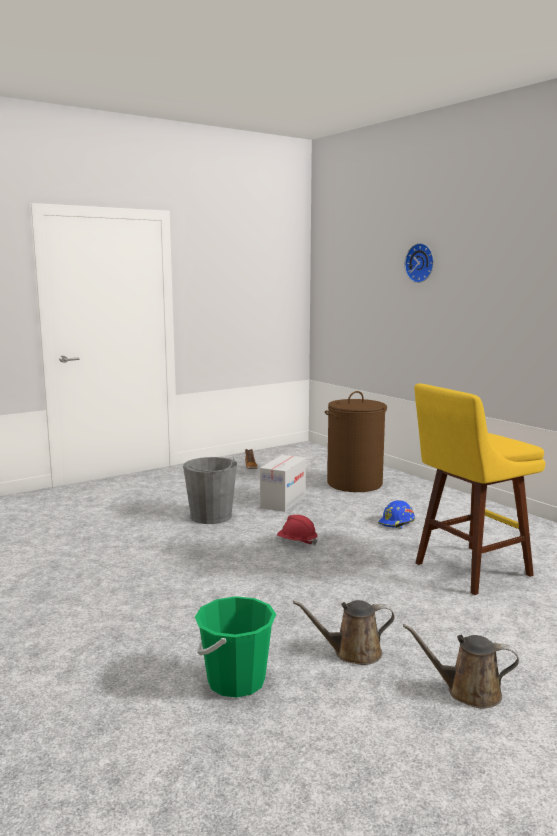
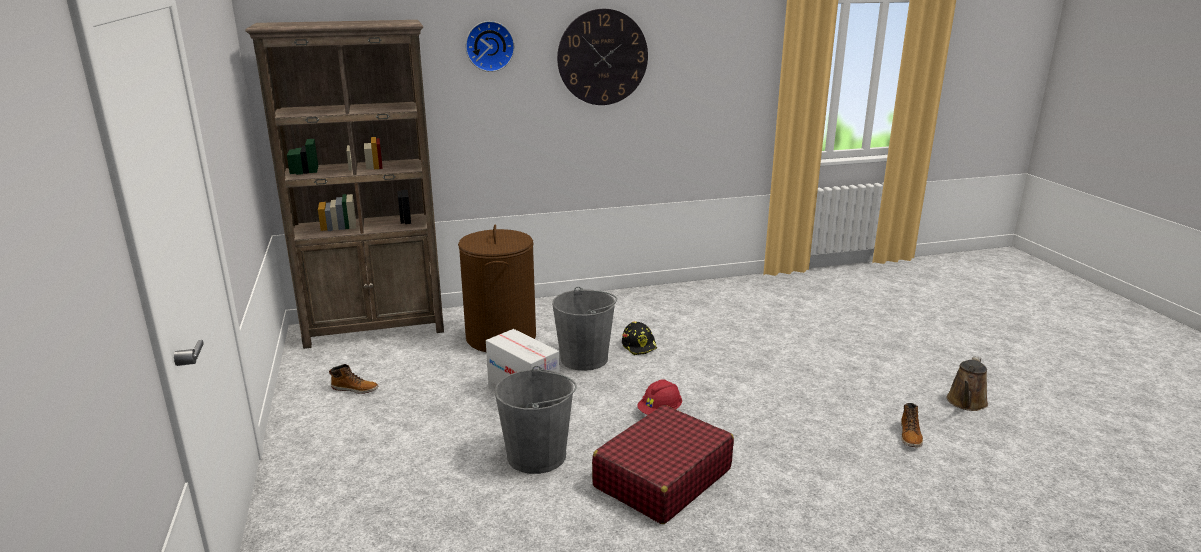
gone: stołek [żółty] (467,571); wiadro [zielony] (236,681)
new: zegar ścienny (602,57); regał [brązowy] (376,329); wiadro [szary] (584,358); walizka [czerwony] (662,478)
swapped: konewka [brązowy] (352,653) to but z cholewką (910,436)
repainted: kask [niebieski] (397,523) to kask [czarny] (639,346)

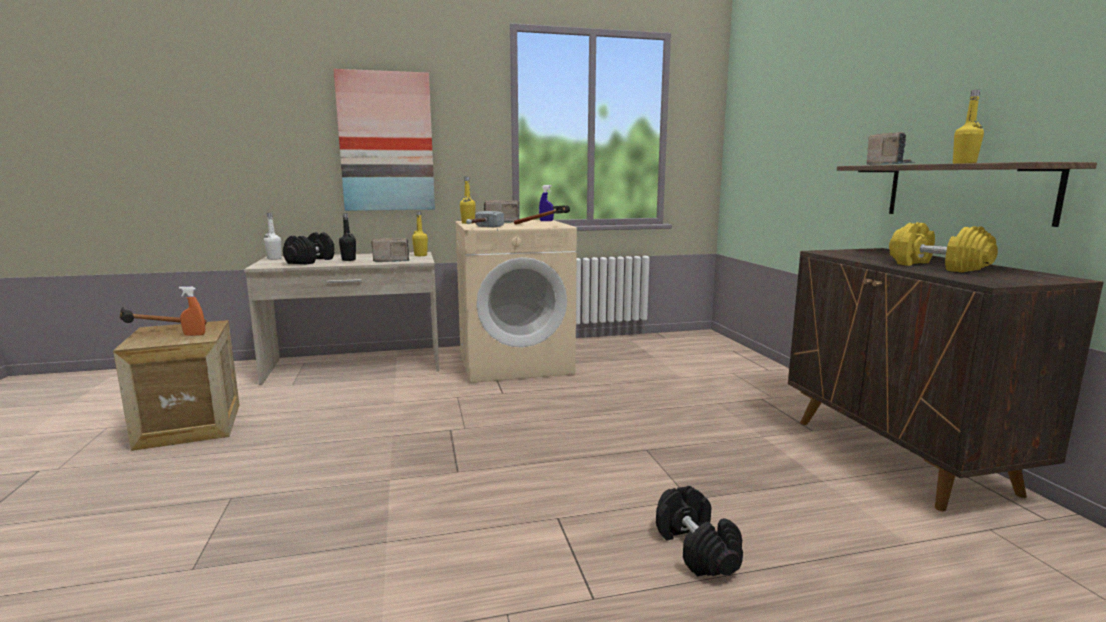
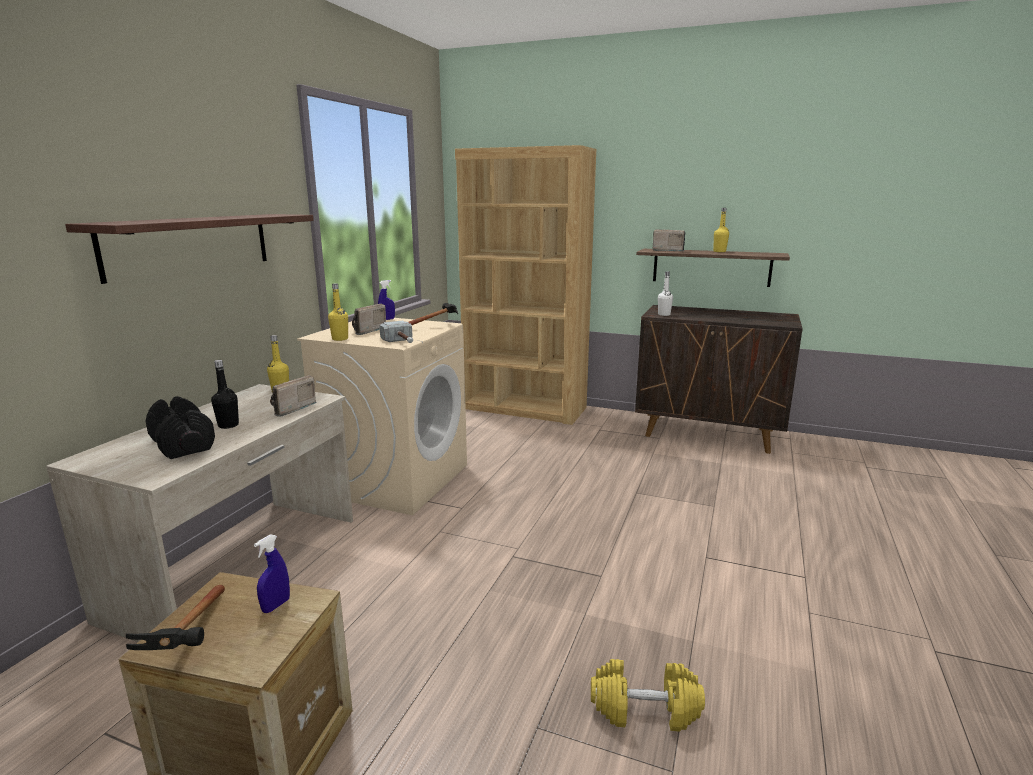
gone: hantel [czarny] (697,549)
new: regał [brązowy] (525,408)
shifted: butelka [biały] (274,259) to (664,314); hantel [żółty] (936,266) to (644,710)
swapped: obraz (386,142) to półka (190,244)
repainted: spryskiwacz [pomarańczowy] (194,335) to spryskiwacz [niebieski] (276,605)

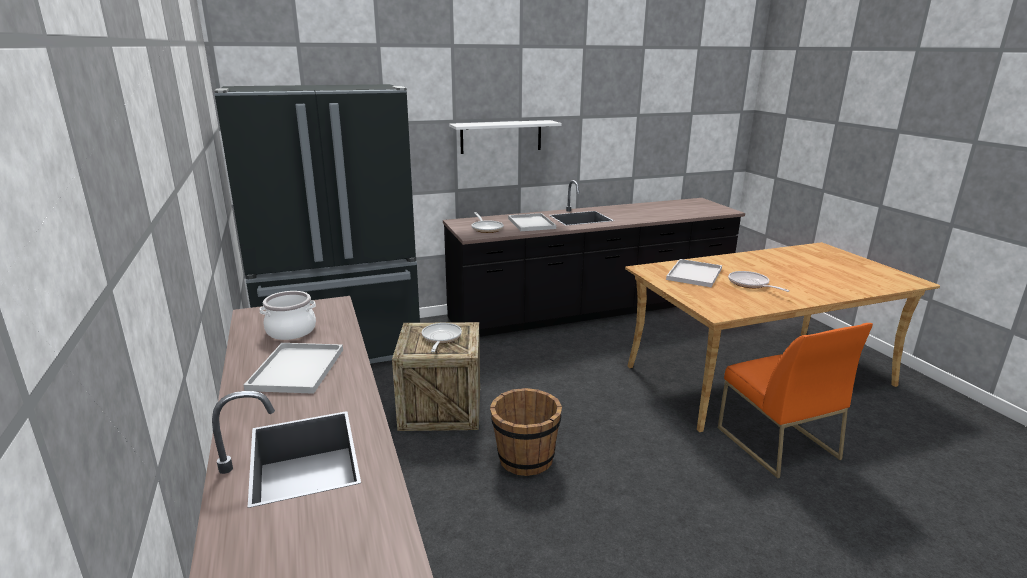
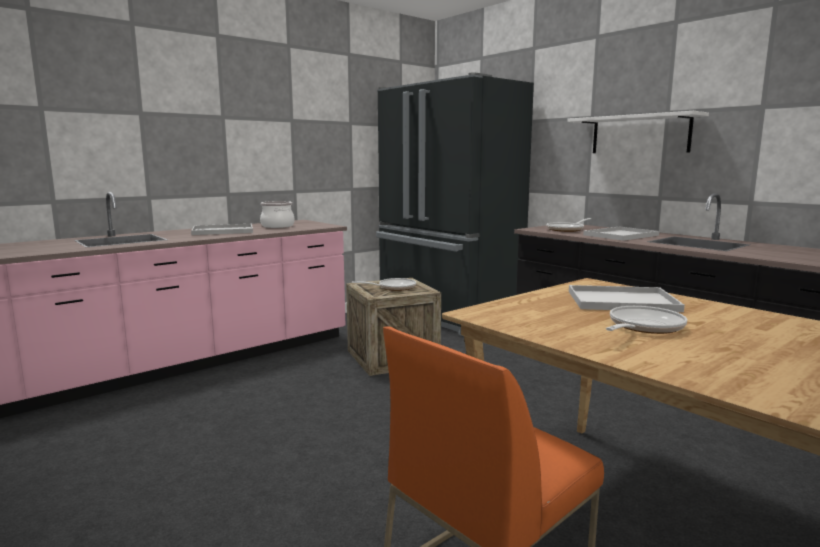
gone: wiadro [brązowy] (525,459)

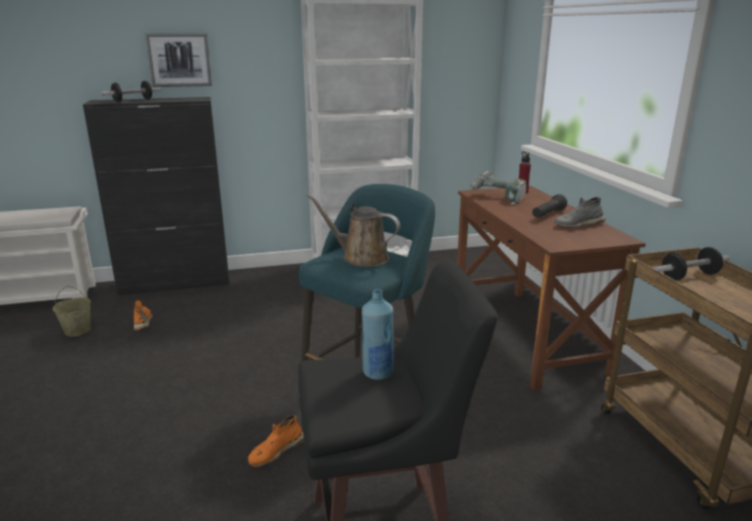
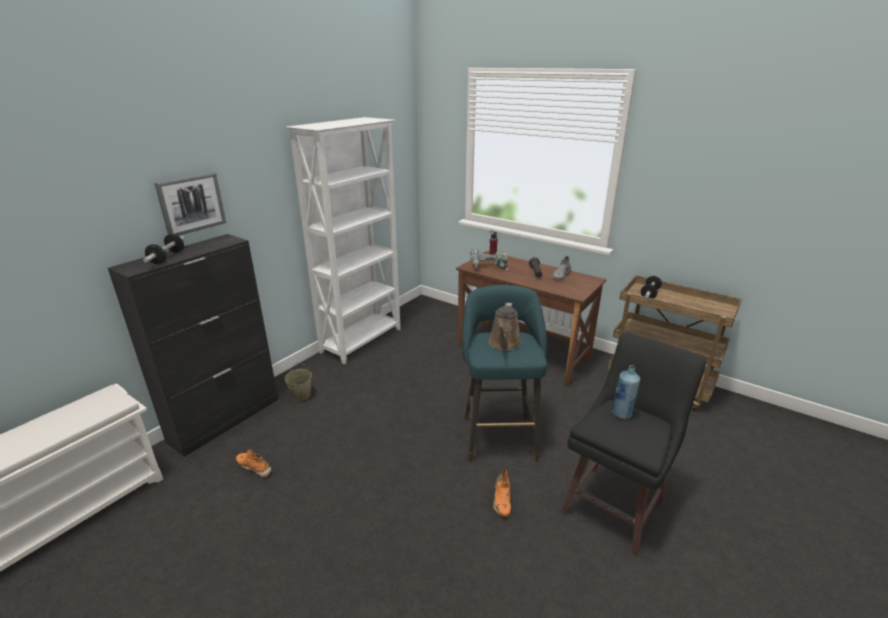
shifted: wiadro [beżowy] (78,330) to (301,395)
rotated: konewka [brązowy] (361,258) = (504,344) 60 degrees counterclockwise

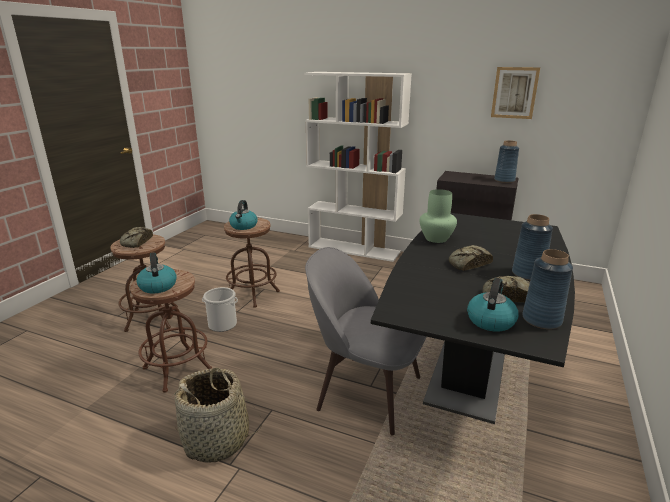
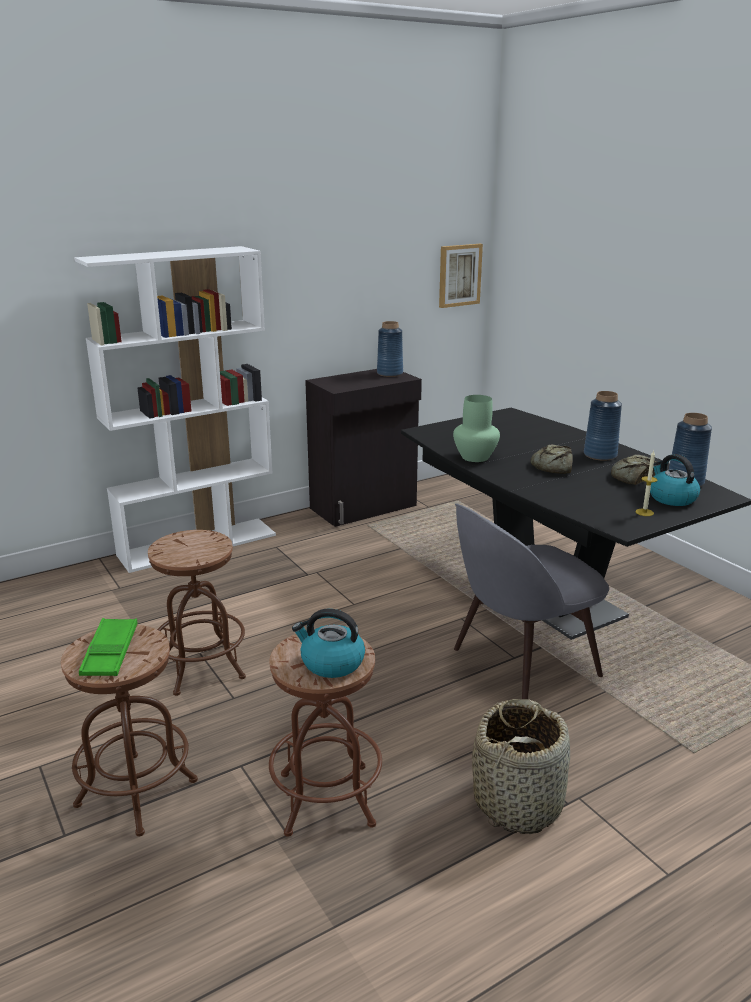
gone: czajnik (243,226); wiadro (223,324)
new: świeca (644,512)
shifted: obraz (514,92) to (459,275)
swapped: chleb (136,242) to taca [zielony] (110,652)

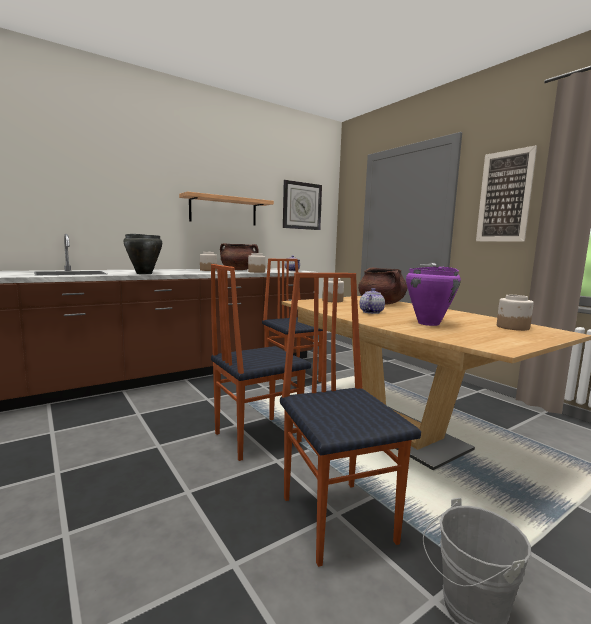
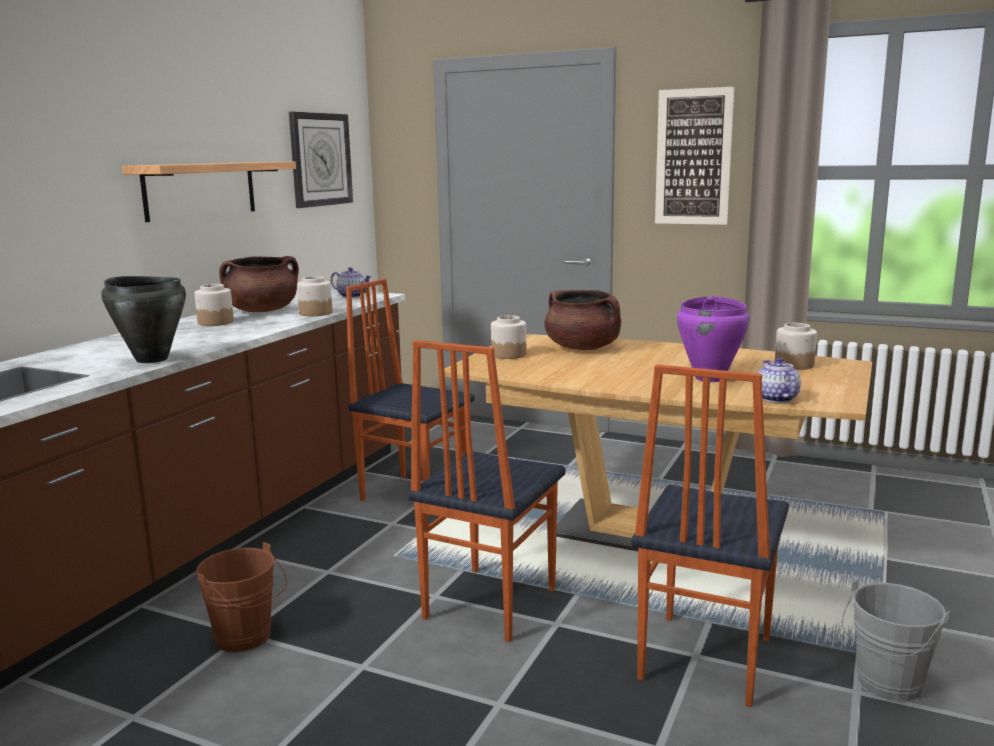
new: wiadro [brązowy] (247,639)
shifted: imbryk (371,312) to (775,398)
rotated: krzesło (338,518) = (702,658) 105 degrees counterclockwise

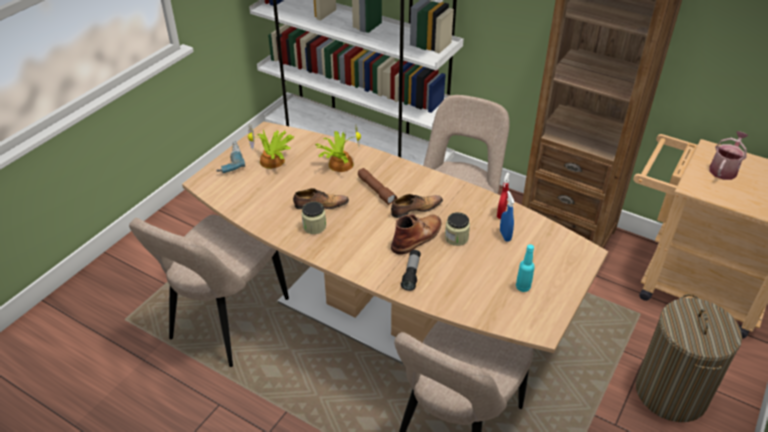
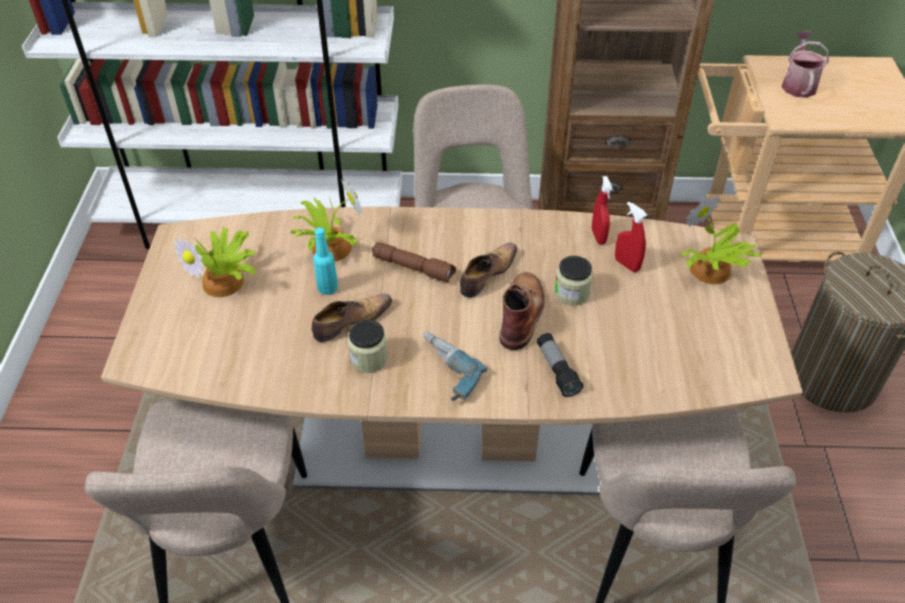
new: roślina doniczkowa (710,271)
shifted: wiertarka (229,161) to (443,371); butelka [turkusowy] (522,287) to (327,288)
repainted: spryskiwacz [niebieski] (505,235) to spryskiwacz [czerwony] (627,264)

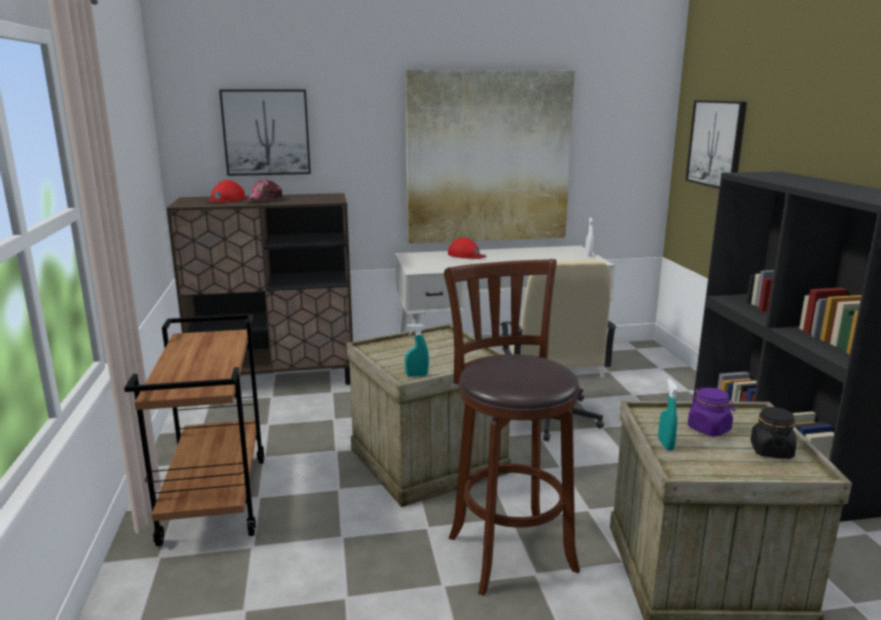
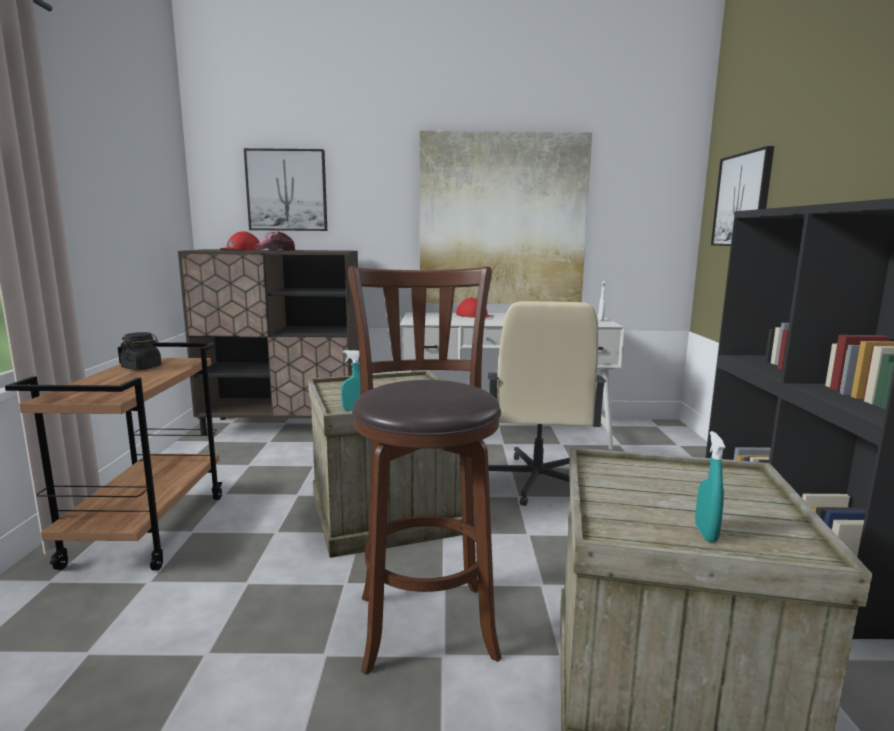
gone: słoik [fioletowy] (709,429)
shifted: spryskiwacz [turkusowy] (665,445) to (706,533); słoik [czarny] (771,451) to (142,367)

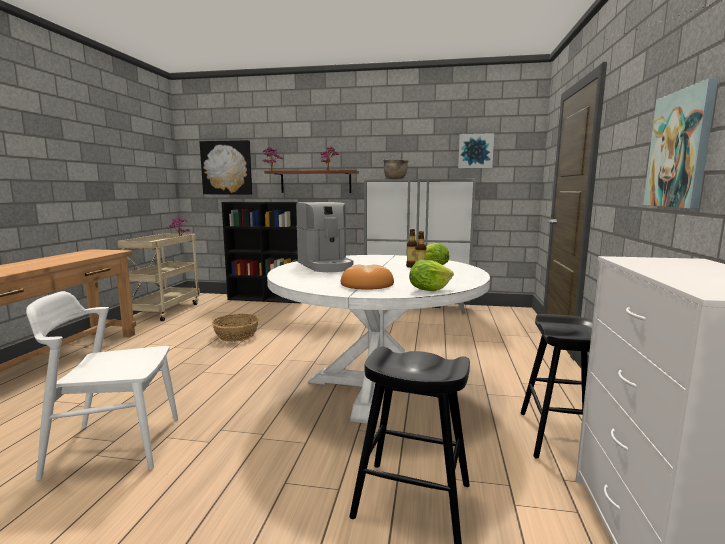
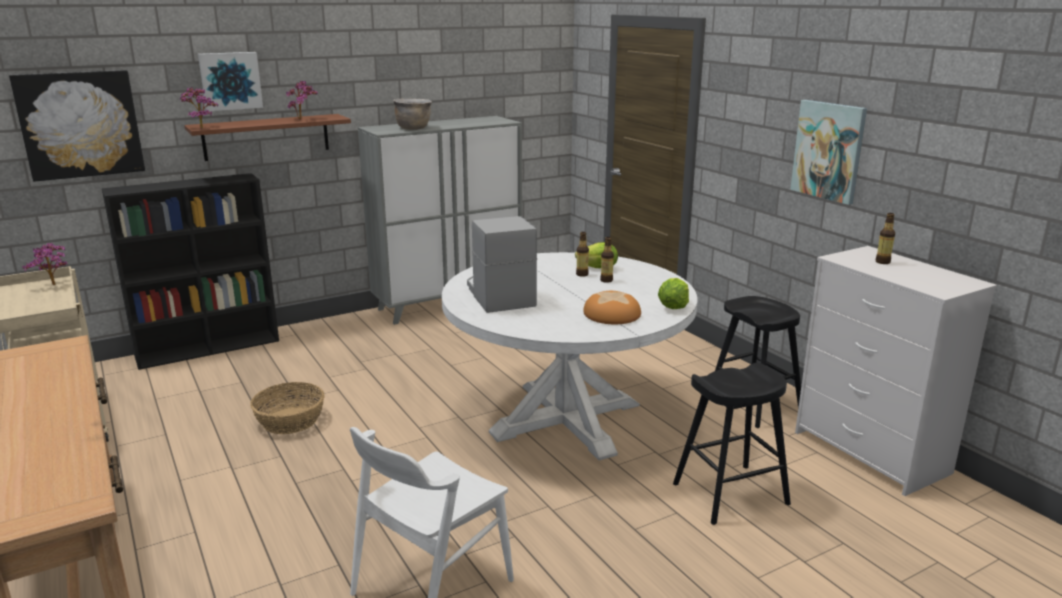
new: butelka (882,262)
shifted: obraz (475,151) to (230,81)
rotated: ekspres do kawy (326,266) = (499,296) 135 degrees counterclockwise

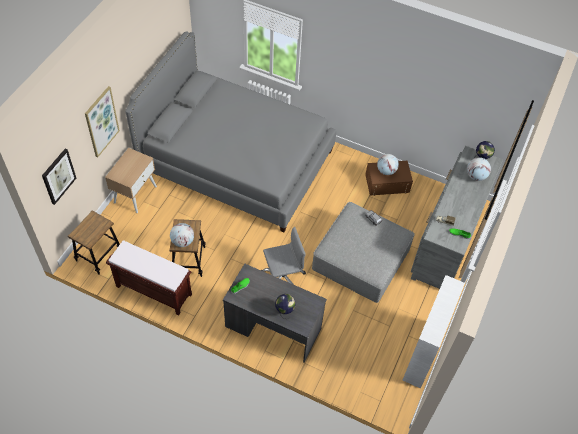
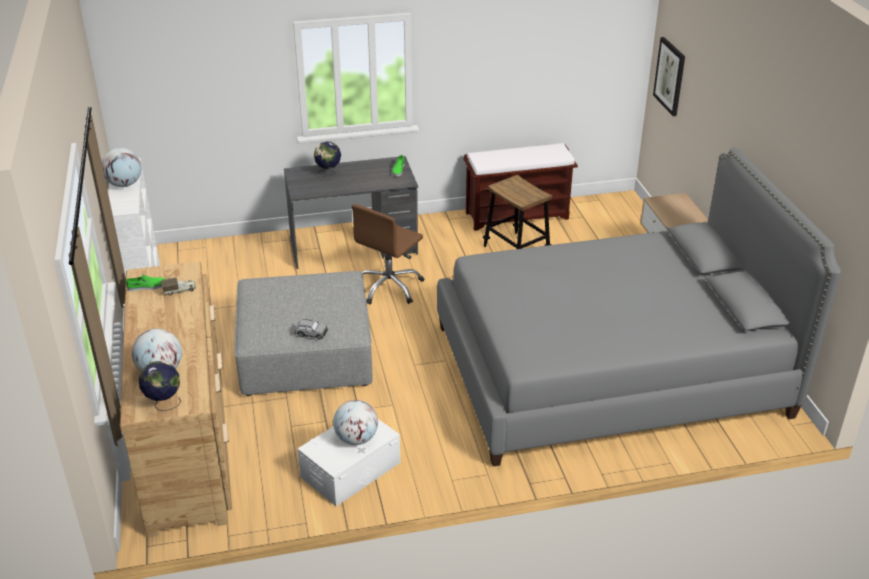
gone: obraz (101,122); stołek (99,255)
shifted: globus (182,241) to (124,184)
repainted: komoda [szary] (447,239) to komoda [brązowy] (186,442); pojemnik do przechowywania [brązowy] (387,183) to pojemnik do przechowywania [biały] (350,470); krzesło biurowe [szary] (282,278) to krzesło biurowe [brązowy] (389,287)

